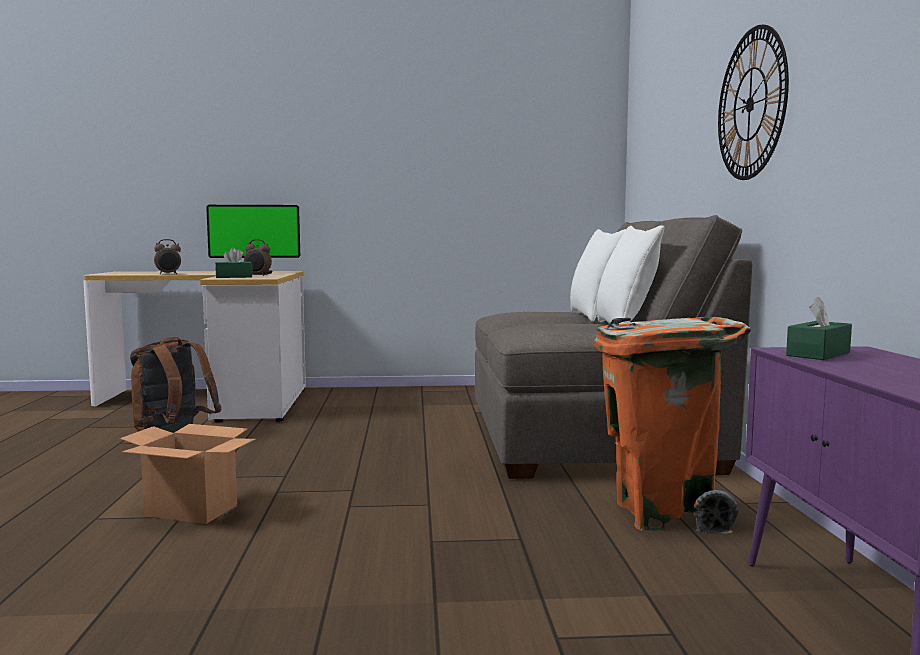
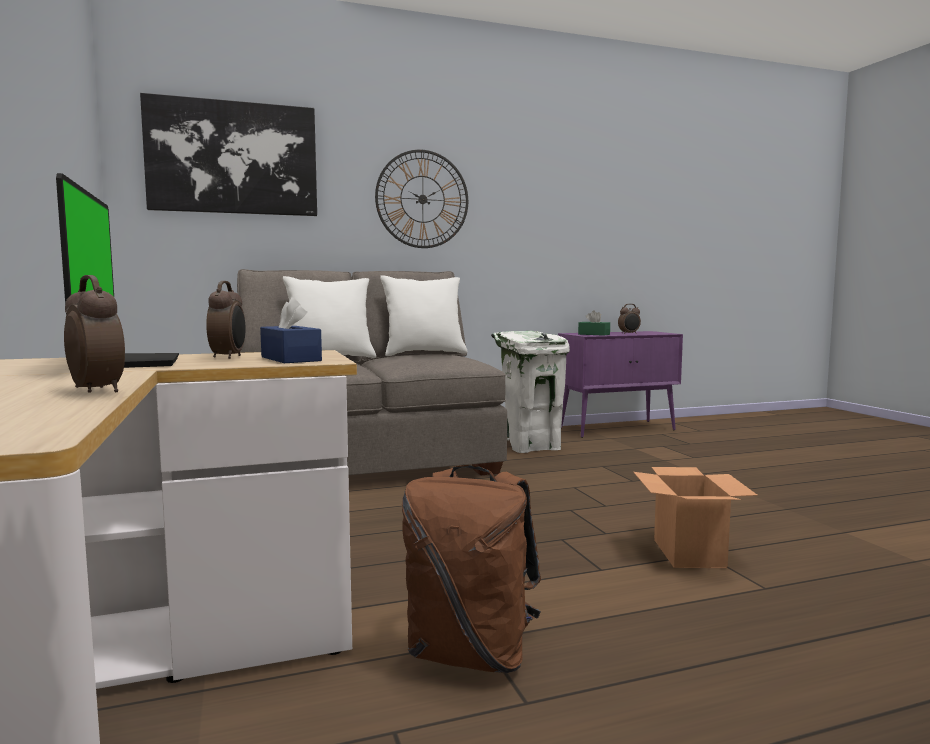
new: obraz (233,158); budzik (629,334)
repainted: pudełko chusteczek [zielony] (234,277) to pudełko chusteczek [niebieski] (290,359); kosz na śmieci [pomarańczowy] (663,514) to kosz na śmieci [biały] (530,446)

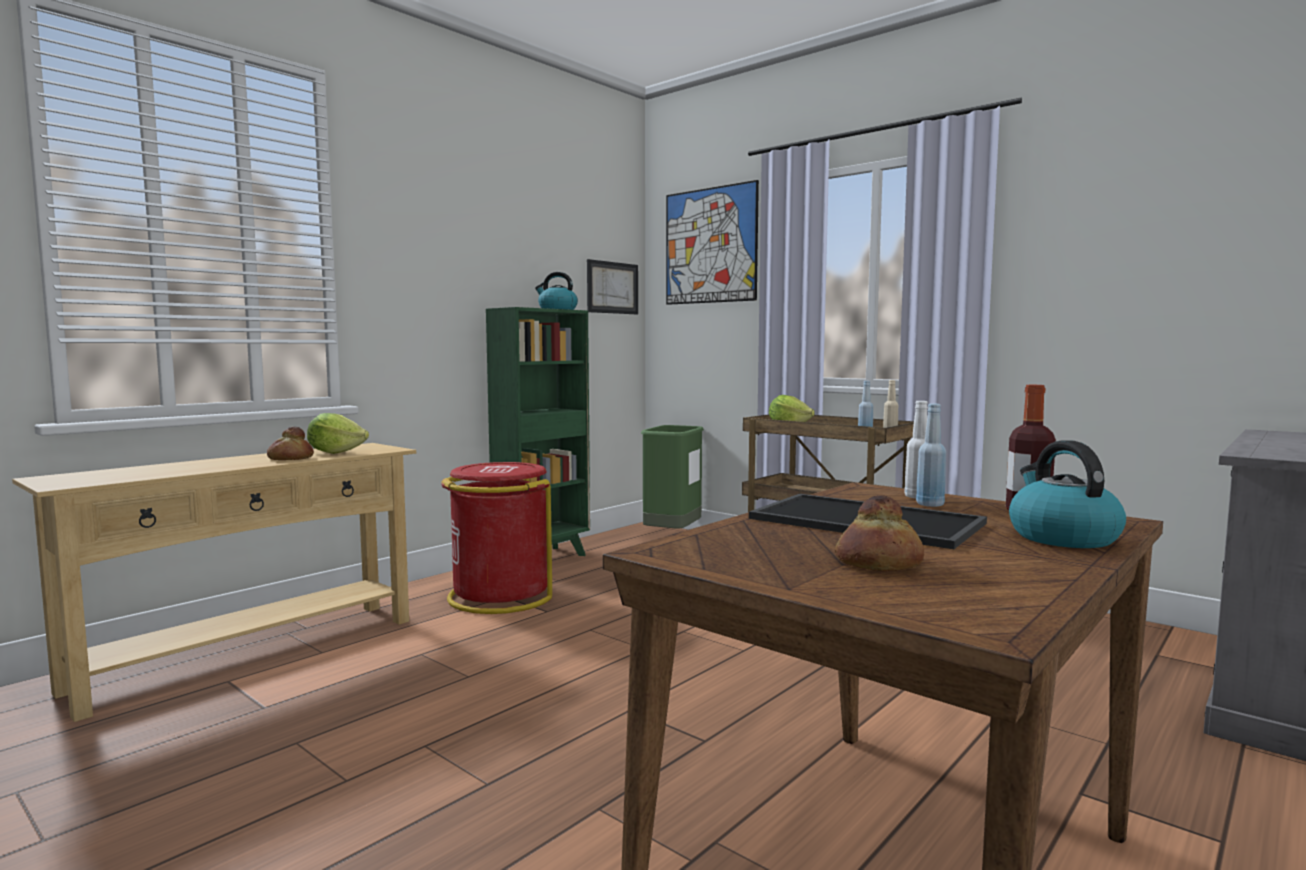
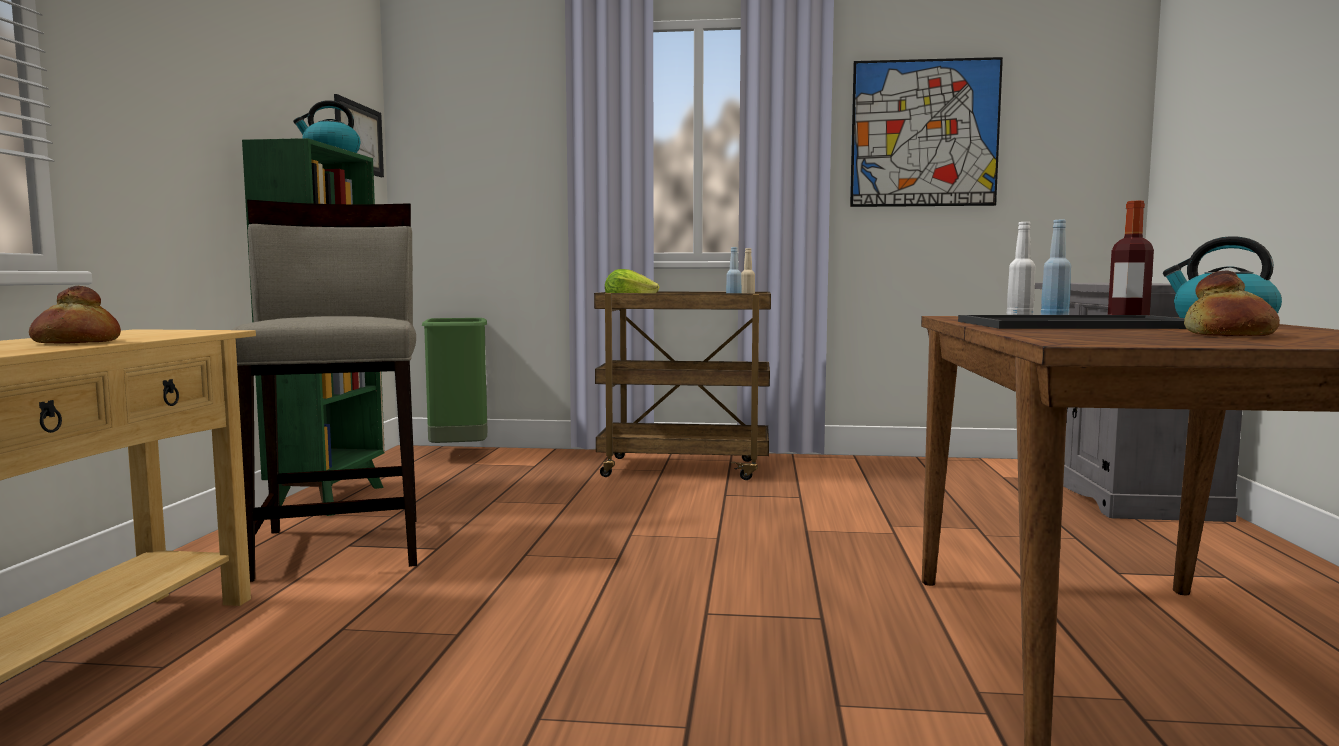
gone: sałata (336,452)
shifted: obraz (710,245) to (924,133)
swapped: kosz na śmieci [czerwony] (499,596) to stołek [beżowy] (342,546)

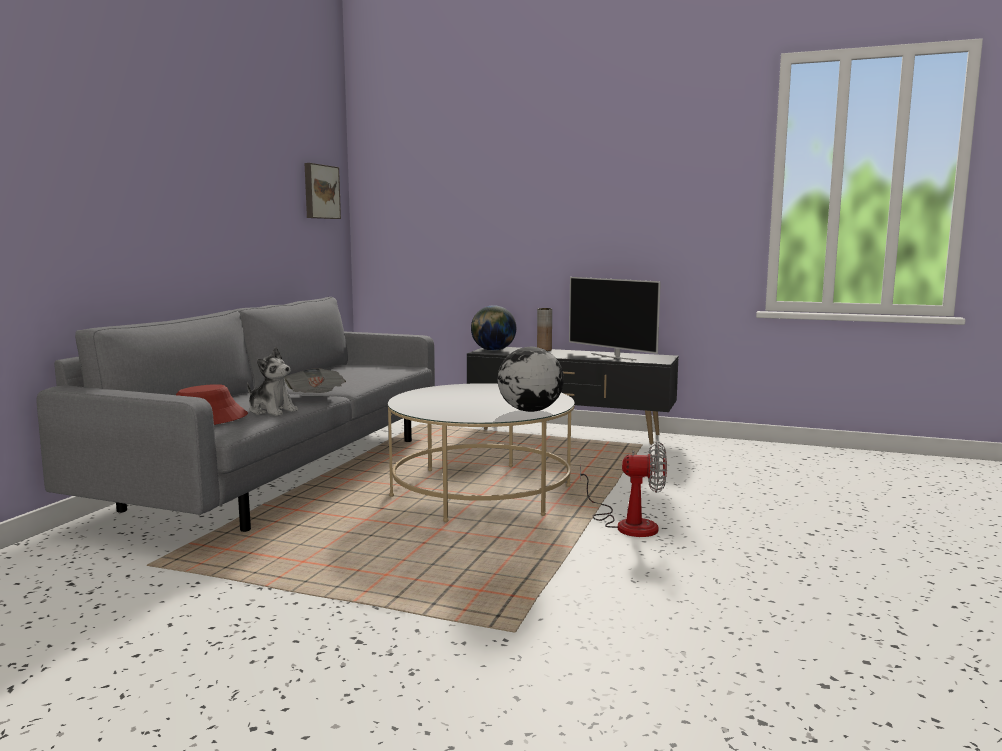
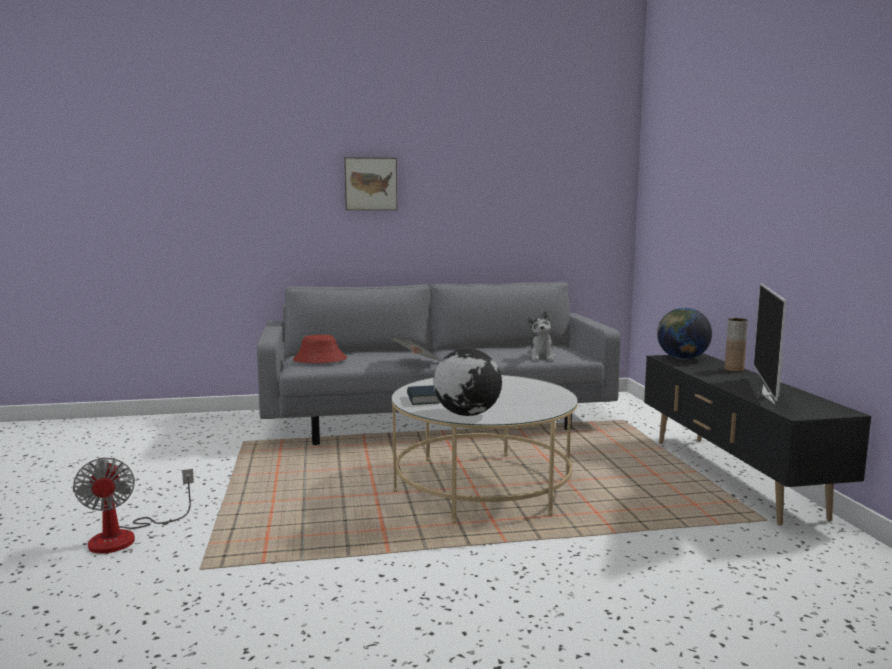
new: książka (423,399)
shifted: obraz (320,192) to (370,184); pluszak (272,410) to (541,357); wentylator (627,524) to (127,536)

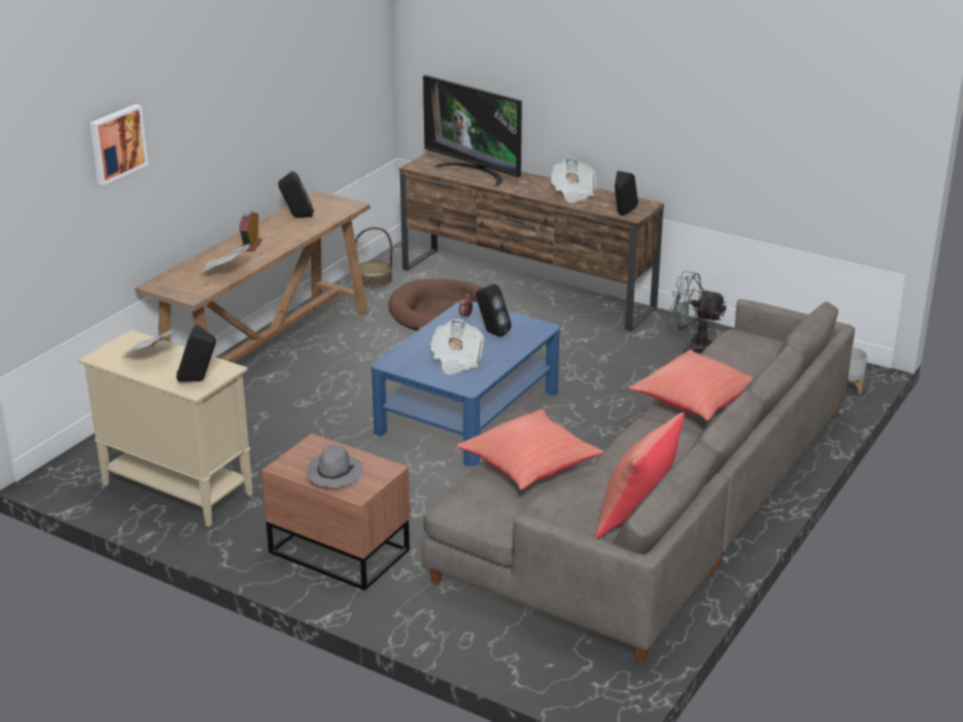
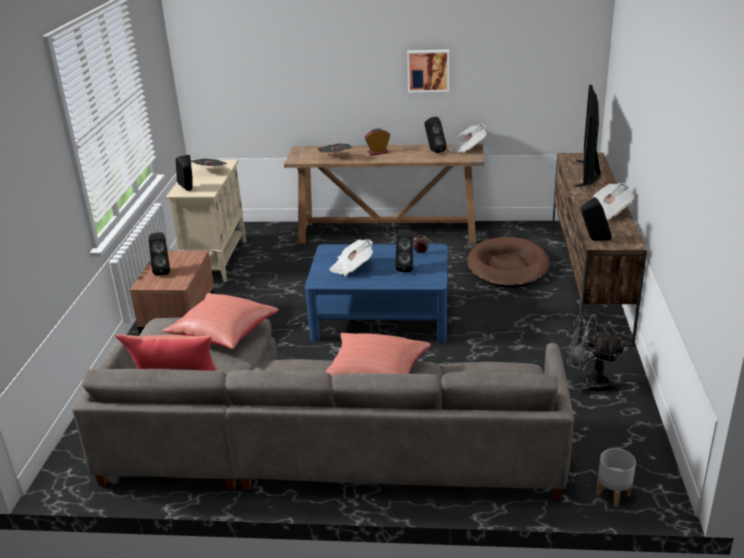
gone: koszyk (374,280)
new: gazeta (467,148)
shifted: obraz (116,143) to (428,70)
swapped: kapelusz [szary] (334,473) to głośnik [czarny] (163,271)
rotated: wentylator [szary] (693,346) = (589,383) 60 degrees counterclockwise

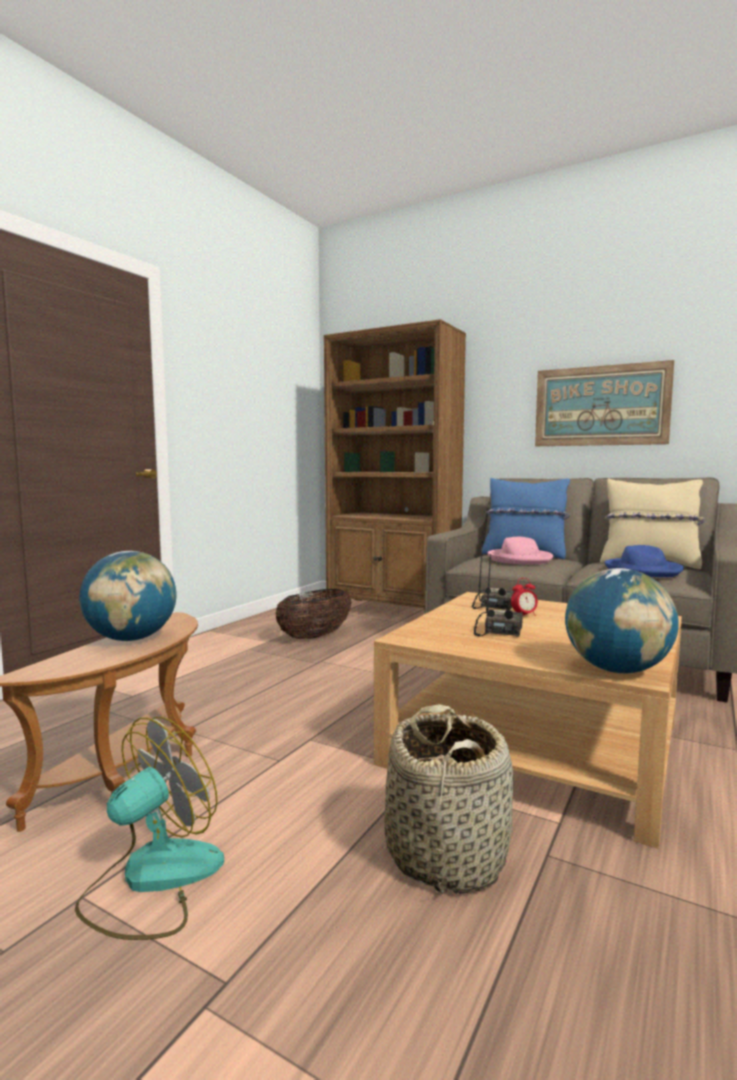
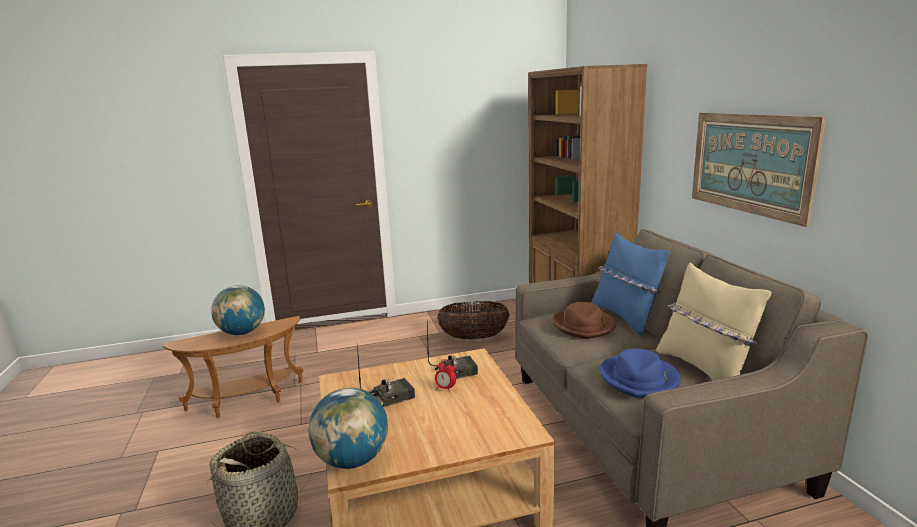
gone: wentylator (152,880)
repainted: kapelusz [różowy] (520,559) to kapelusz [brązowy] (584,326)

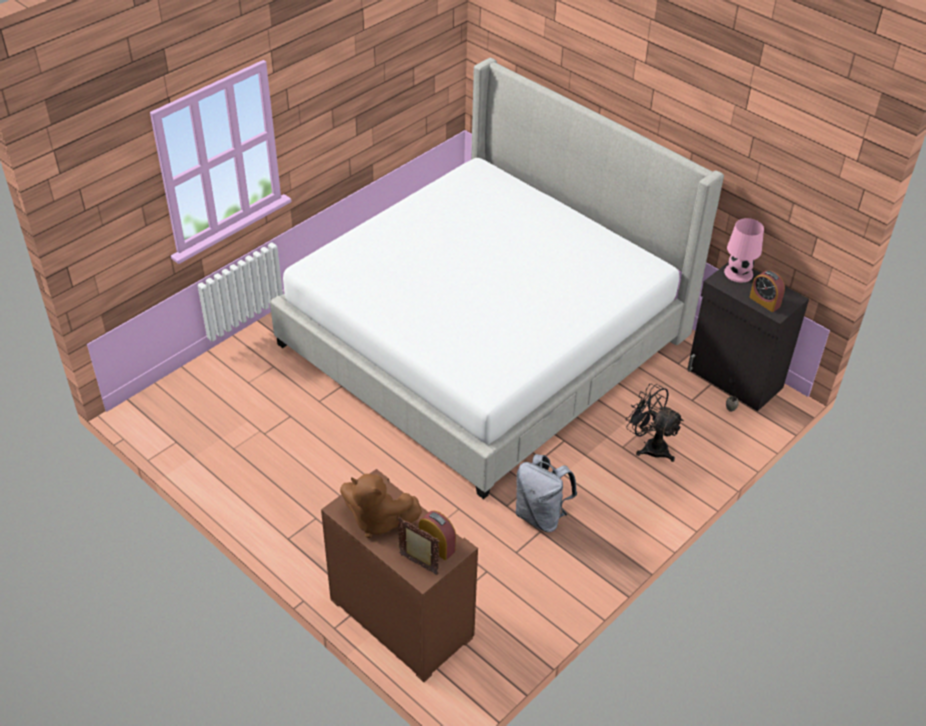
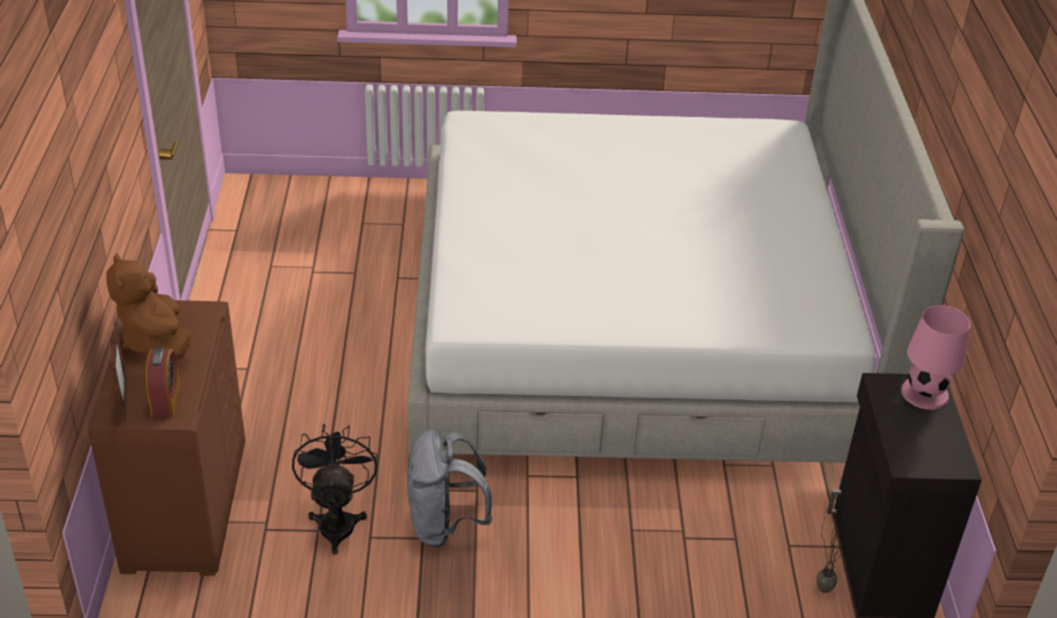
gone: budzik (764,302)
shifted: wentylator [czarny] (650,446) to (337,521)

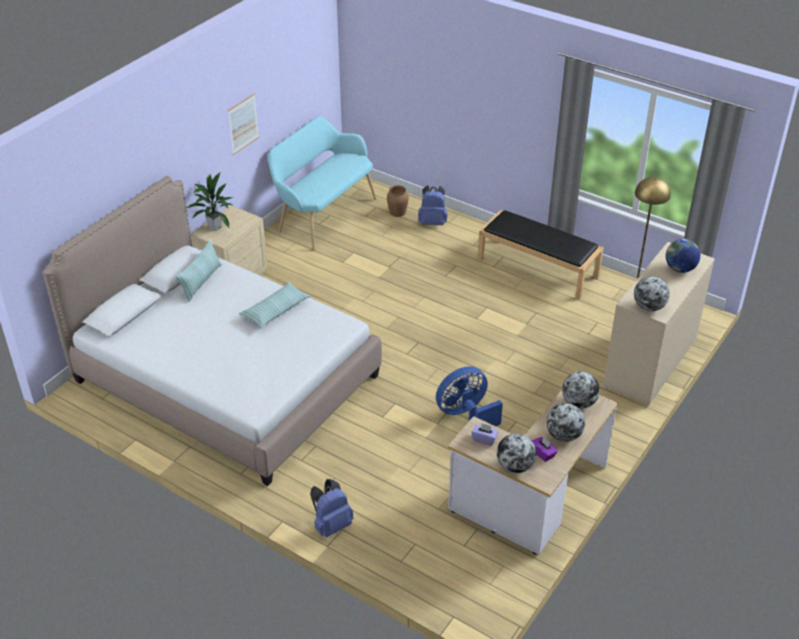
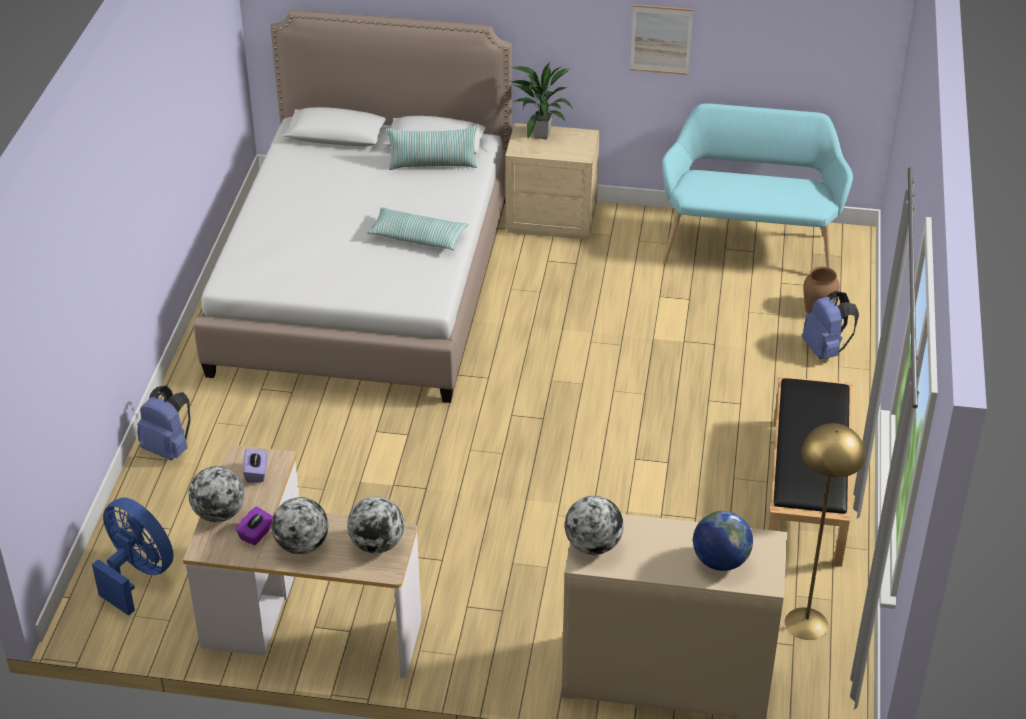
shifted: wentylator [niebieski] (466,414) to (137,574)

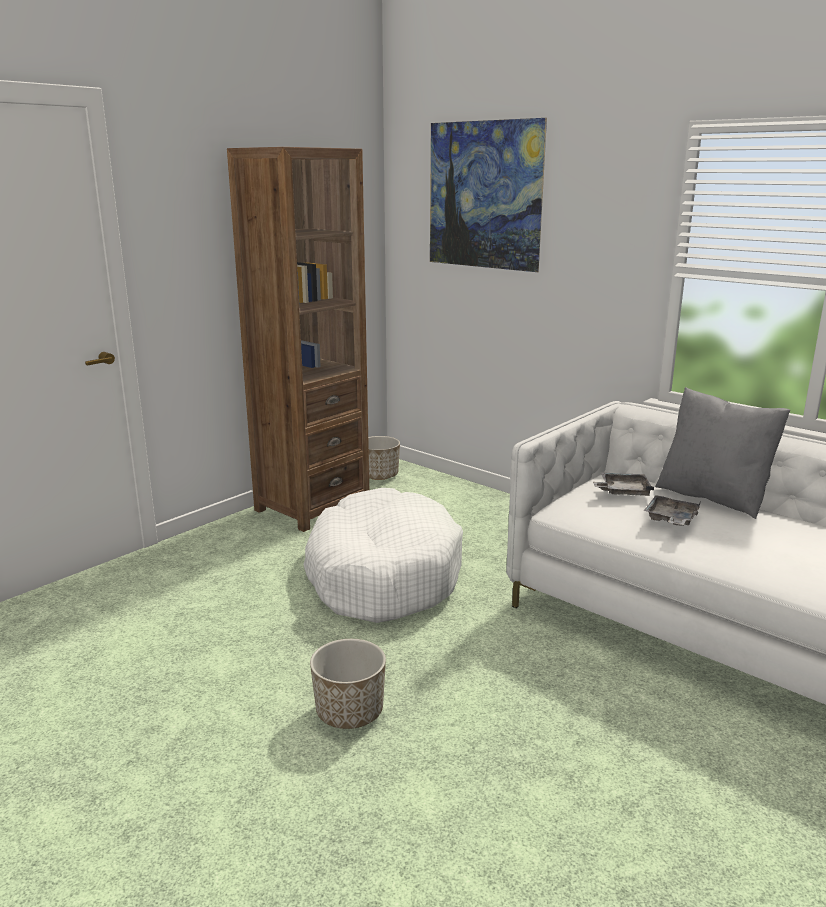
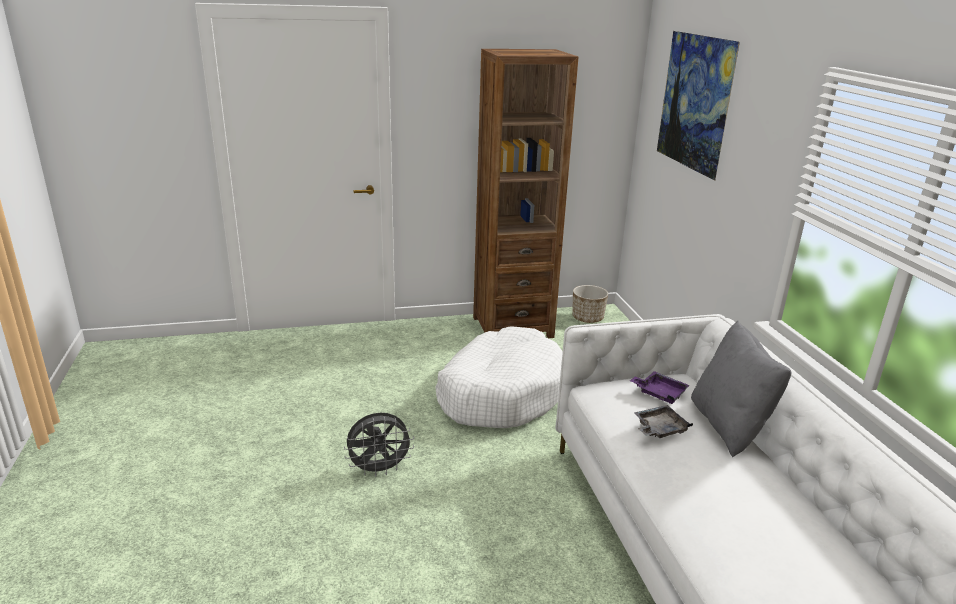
swapped: donica (350,712) to wentylator [szary] (379,469)
repainted: taca [szary] (622,491) to taca [fioletowy] (659,393)

